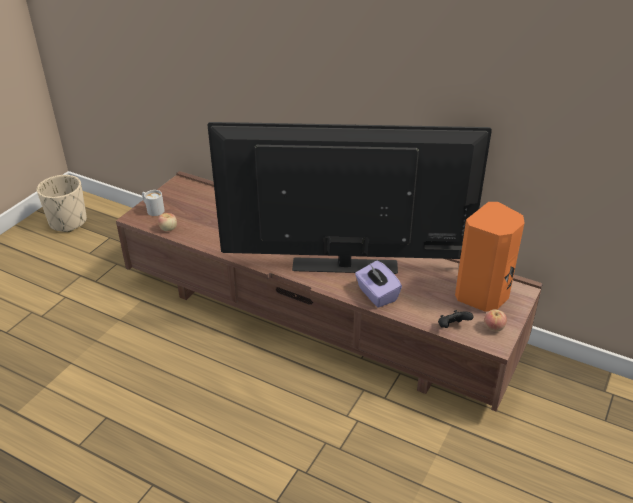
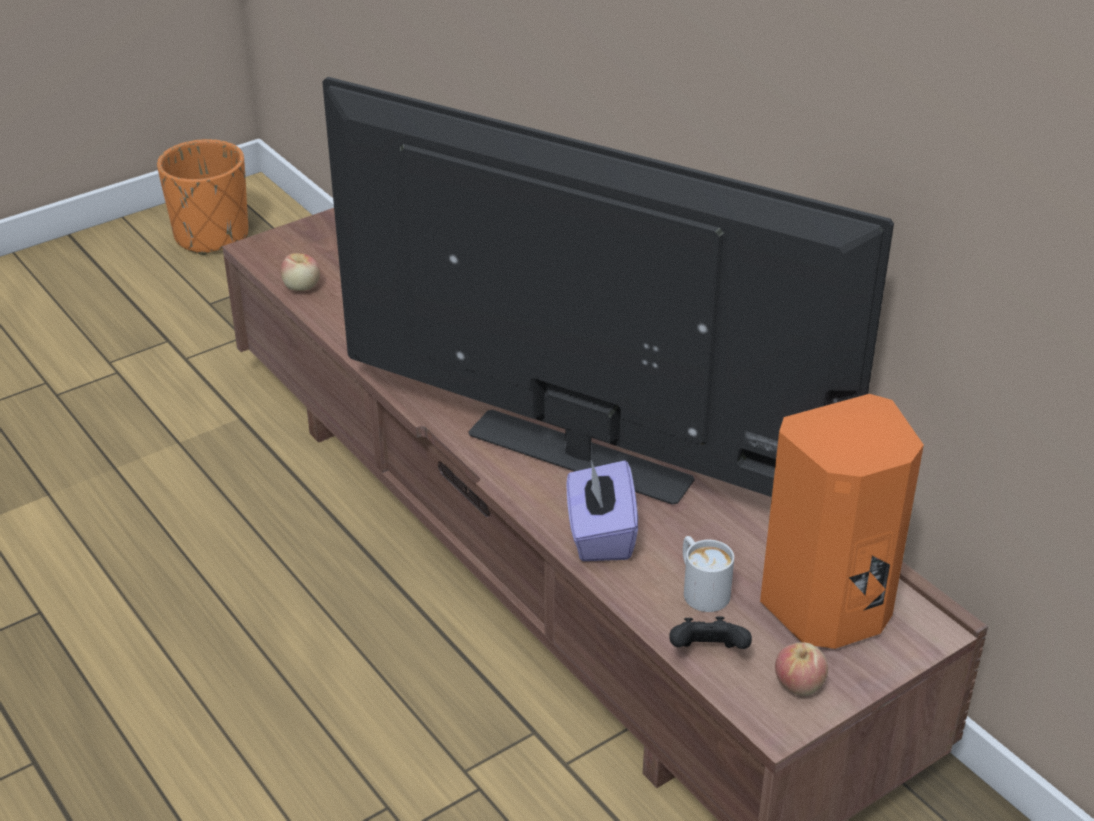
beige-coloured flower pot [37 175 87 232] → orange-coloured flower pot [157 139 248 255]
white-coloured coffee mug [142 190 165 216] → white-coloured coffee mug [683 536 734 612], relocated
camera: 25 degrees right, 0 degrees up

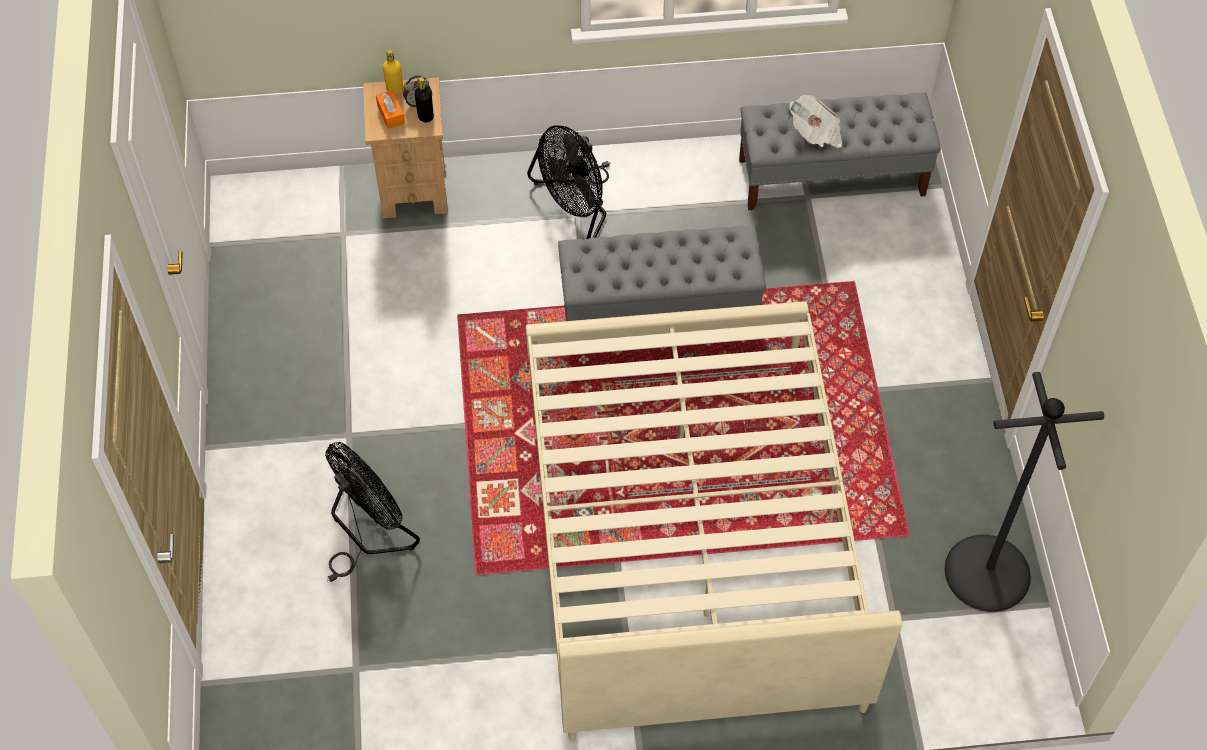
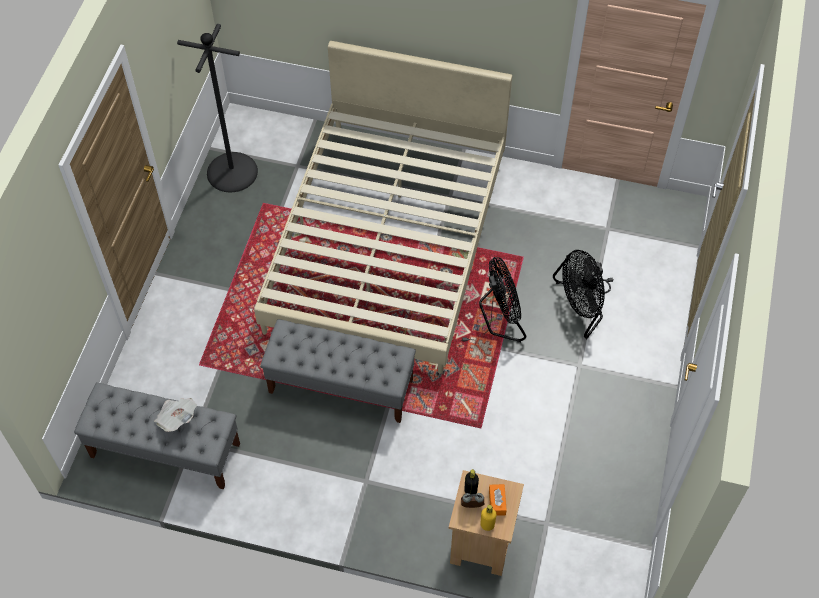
black electric fan [527 125 610 239] → black electric fan [462 257 526 343], relocated
camera: 160 degrees left, 0 degrees up

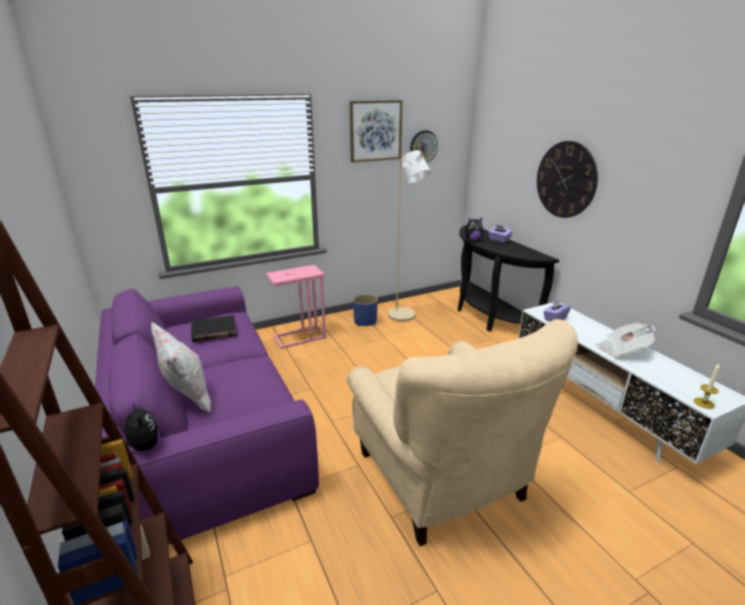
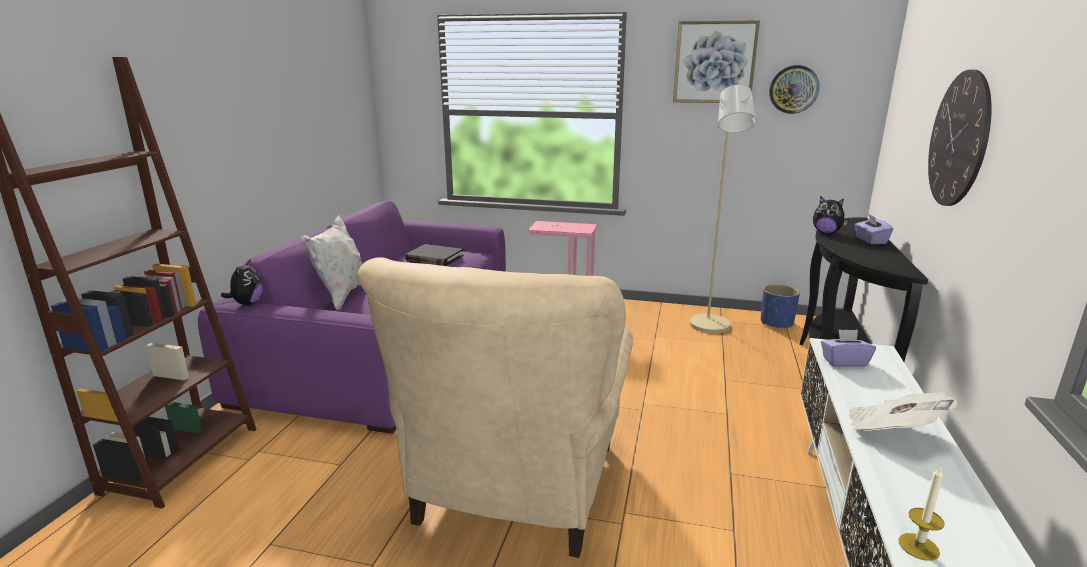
blue-coloured flower pot [353 294 378 326] → blue-coloured flower pot [761 284 800 329], relocated
camera: 40 degrees right, 5 degrees down

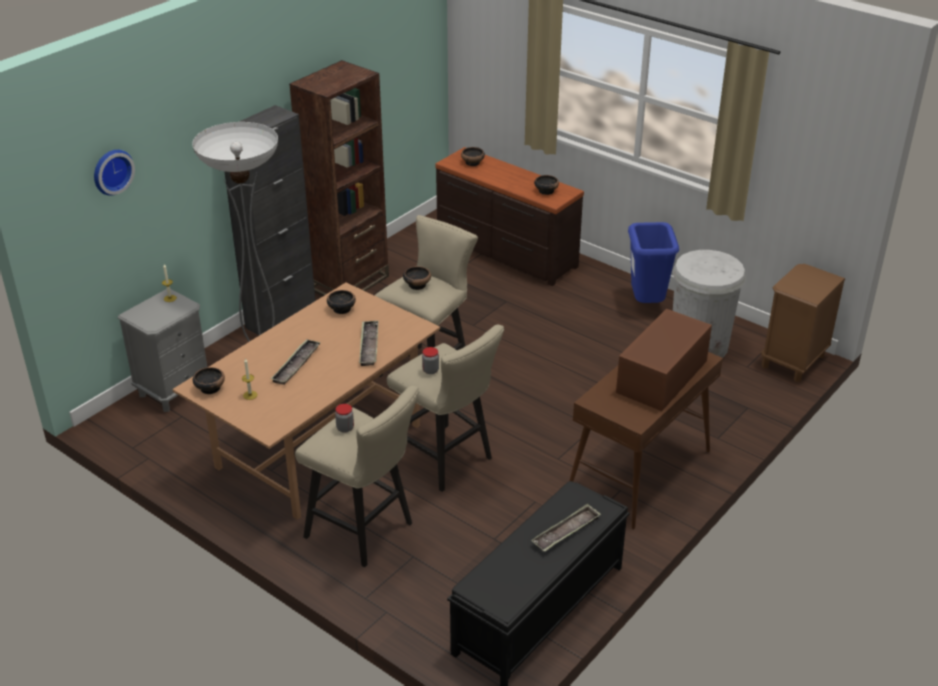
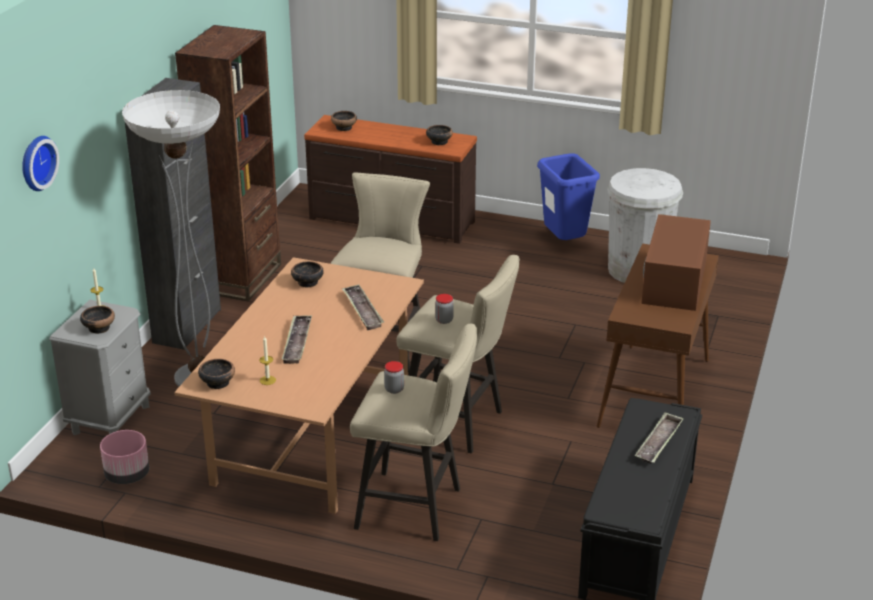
brown-coloured night table [761 264 845 382] → -
deep dish [403 266 431 290] → deep dish [80 306 115 334], relocated
- → pinkish flower pot [100 430 149 484]
camera: 20 degrees left, 5 degrees down

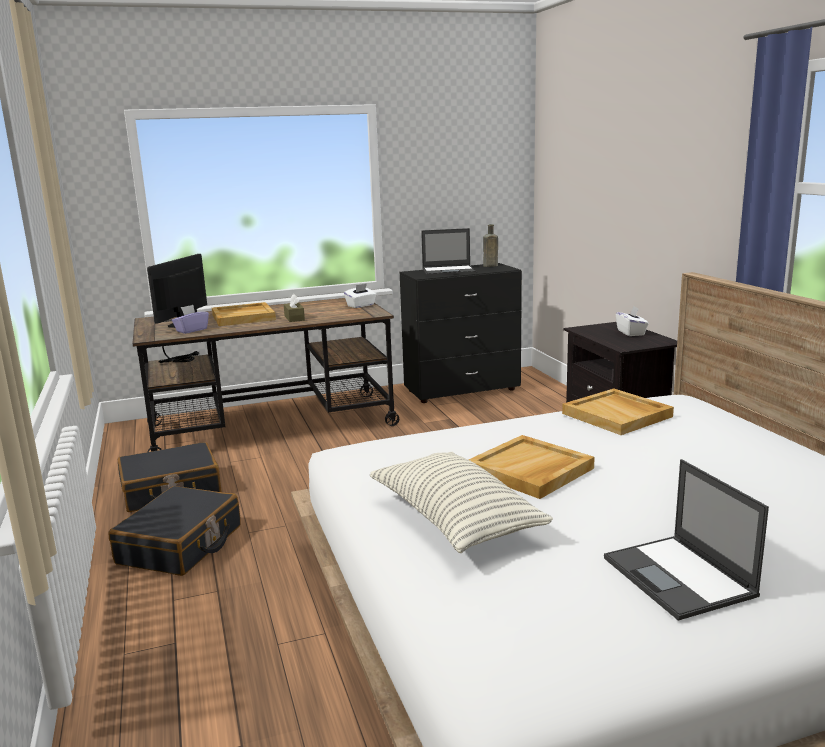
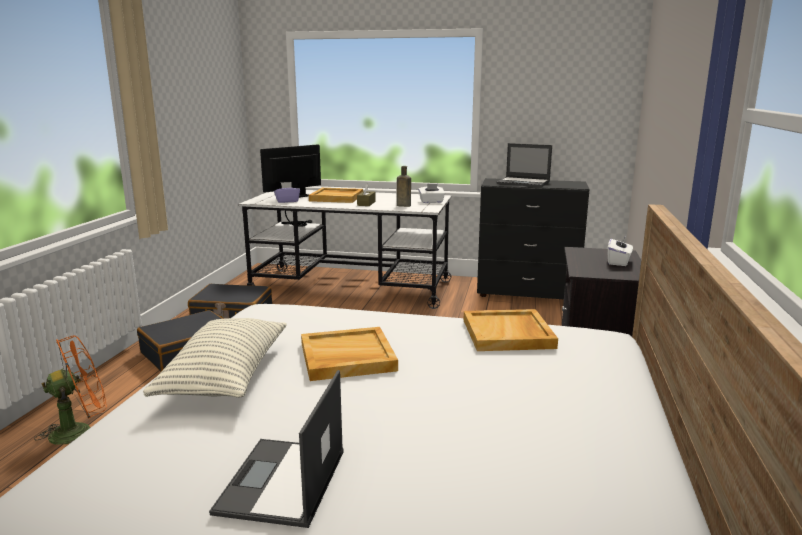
brown-coloured beverage bottle [483 224 498 267] → brown-coloured beverage bottle [397 166 411 207], relocated
brown-coloured desk table [132 298 399 452] → white-coloured desk table [238 190 452 309]
- → orange-coloured electric fan [34 336 107 445]
camera: 30 degrees right, 0 degrees up

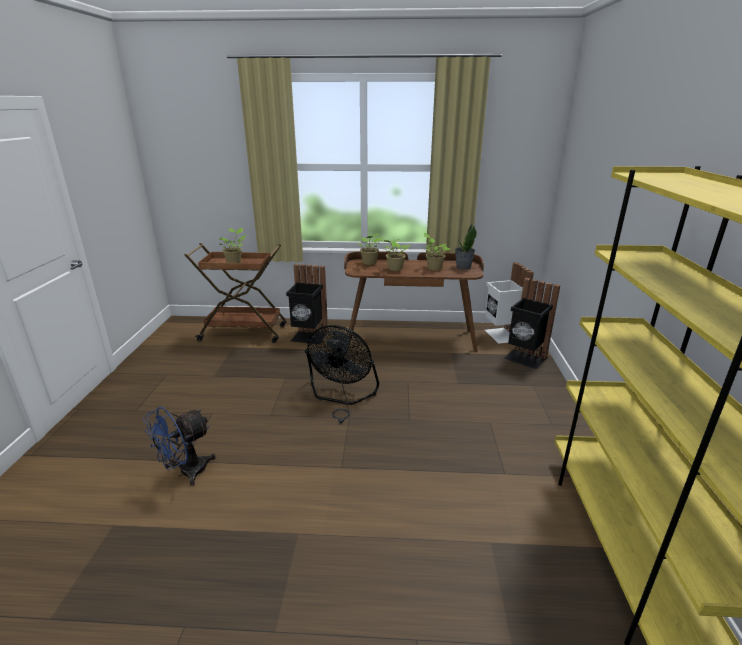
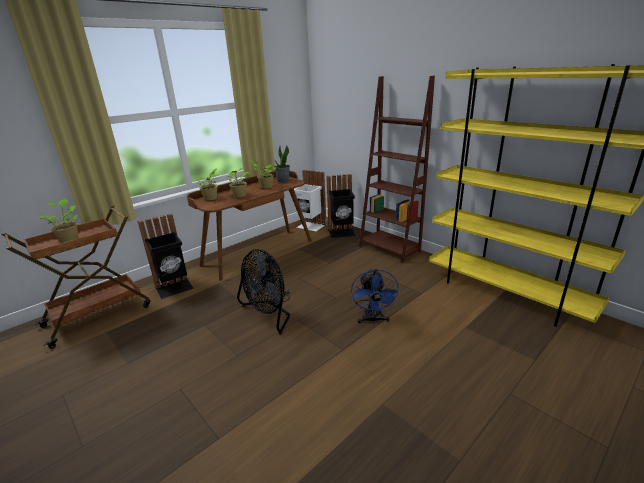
black electric fan [304 325 379 423] → black electric fan [237 249 291 334], 105 degrees counterclockwise
blue-coloured electric fan [143 407 216 486] → blue-coloured electric fan [351 269 401 324], relocated
- → brown-coloured bookshelf [359 76 435 263]
camera: 45 degrees left, 0 degrees up

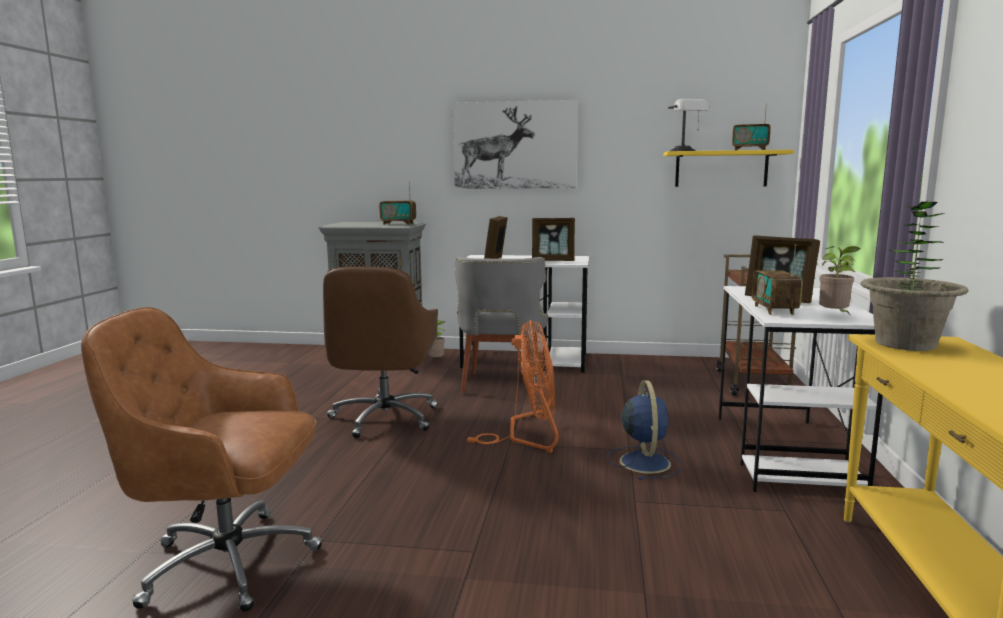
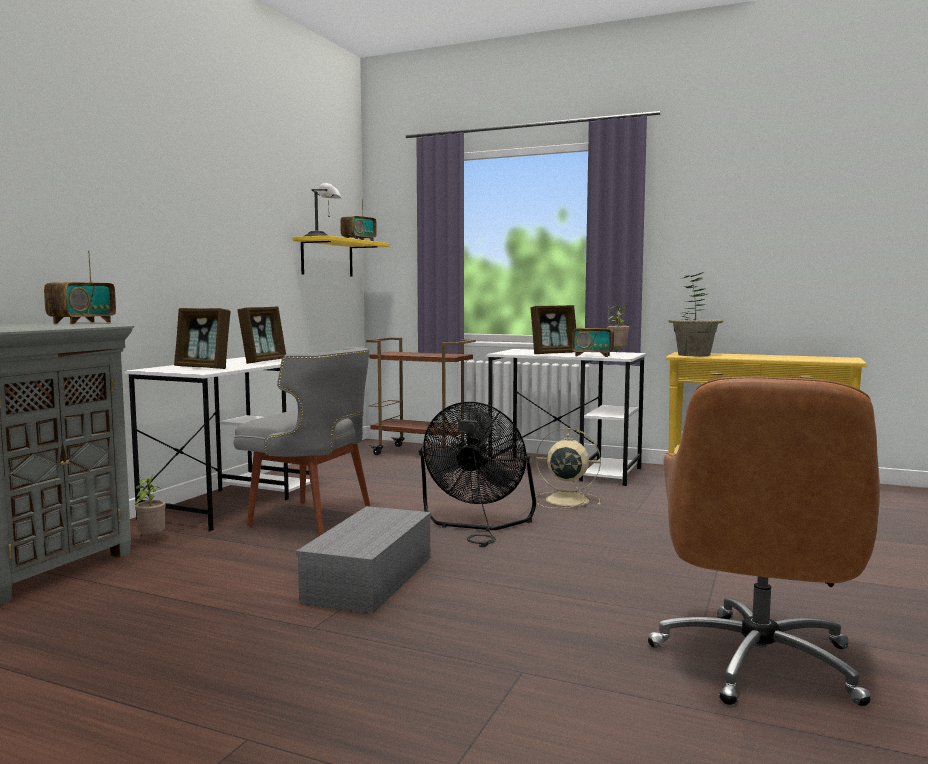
wall picture [453 100 578 189] → -
brown-coloured desk chair [323 266 438 438] → greyish storage container [296 506 431 614]
orange-coloured electric fan [465 320 558 453] → black electric fan [419 402 536 547]
blue-coloured electric fan [607 381 682 480] → beige-coloured electric fan [536 428 601 509]
camera: 75 degrees left, 5 degrees down

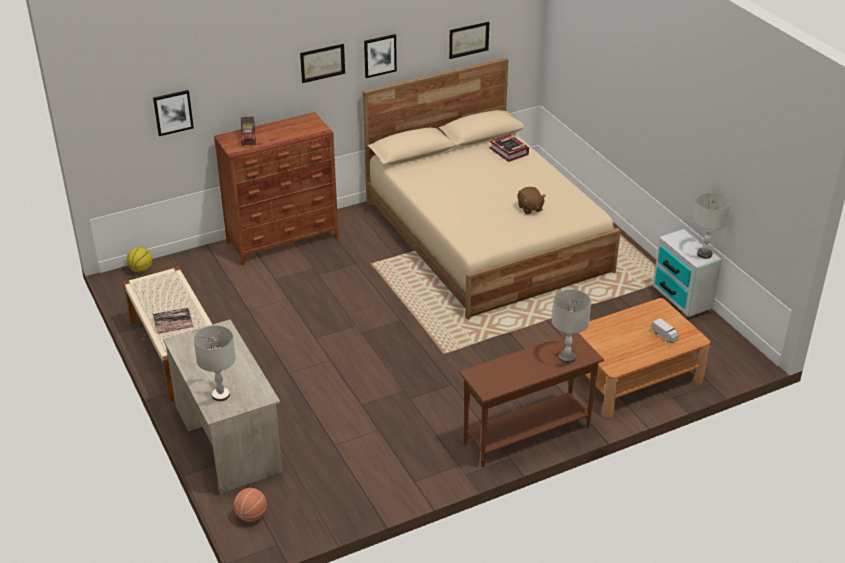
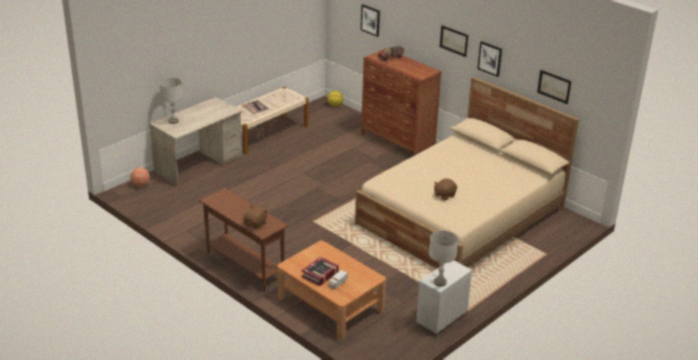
volume [490 134 529 162] → volume [302 257 339 286], relocated
greyish tabletop lamp [552 289 591 363] → brown-coloured cuddly toy [243 206 268 229]
camera: 70 degrees right, 5 degrees down

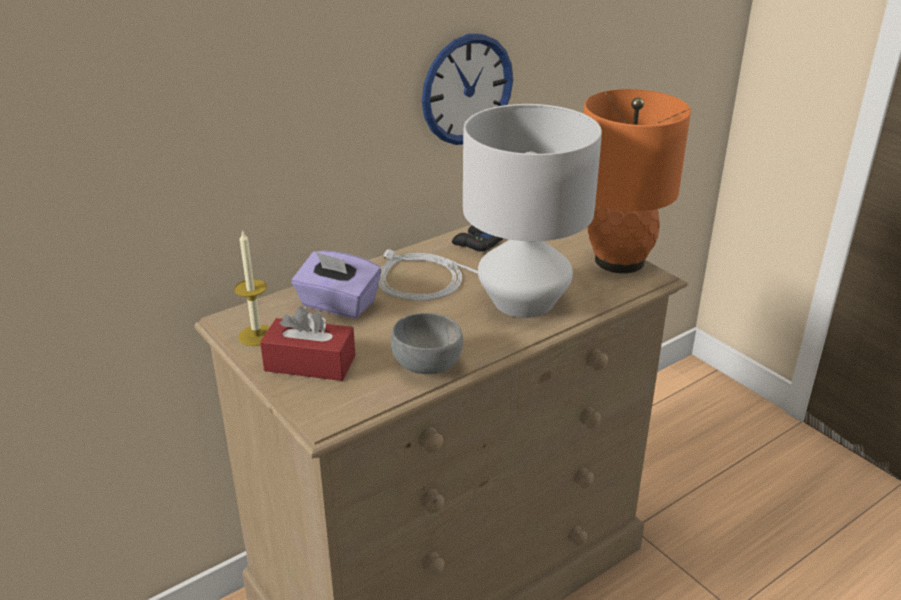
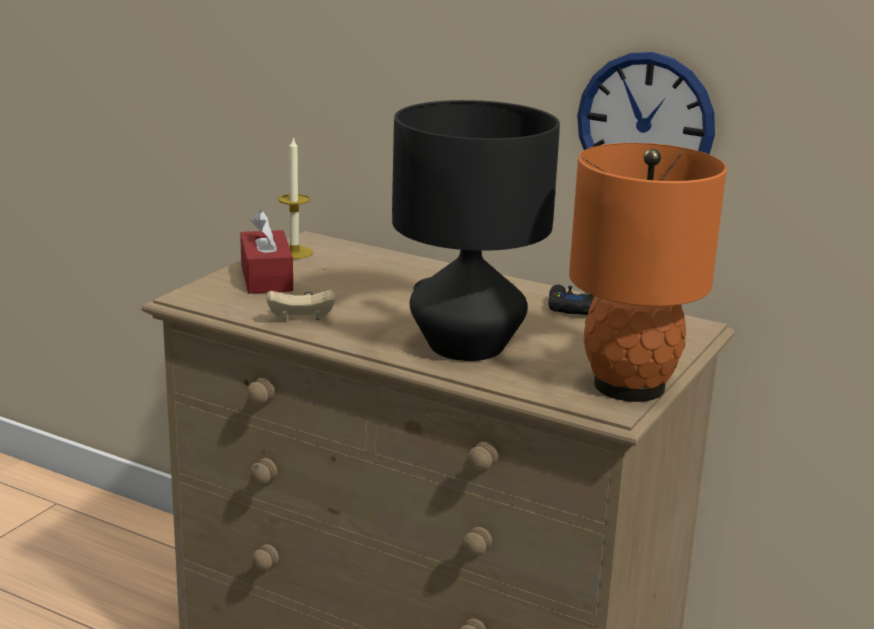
white-coloured tabletop lamp [379 104 602 318] → black tabletop lamp [392 100 560 361]
purple tissue holder [292 250 381 319] → -
greyish deep dish [391 313 463 374] → beige-coloured gamepad [266 290 336 320]
camera: 65 degrees right, 10 degrees down

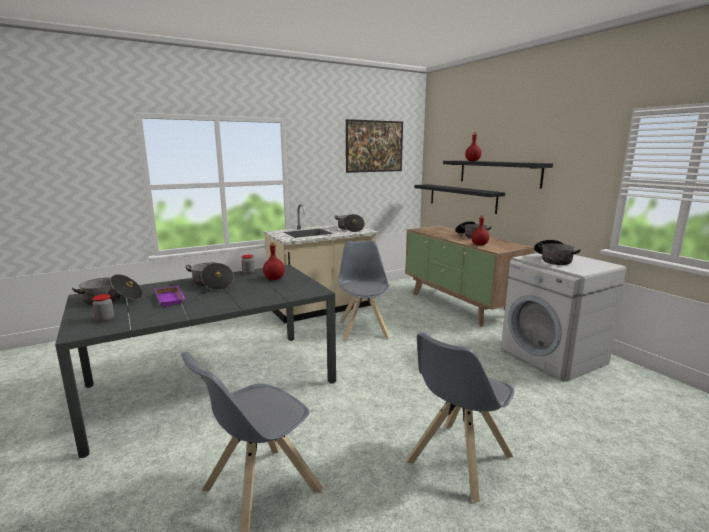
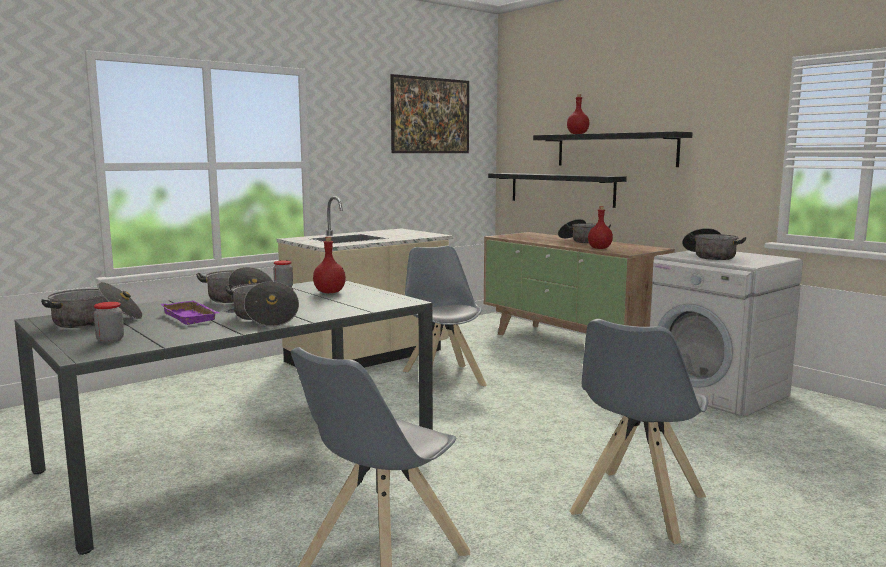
saucepot [334 214 365 232] → saucepot [225 281 299 327], relocated
camera: 10 degrees left, 5 degrees down

